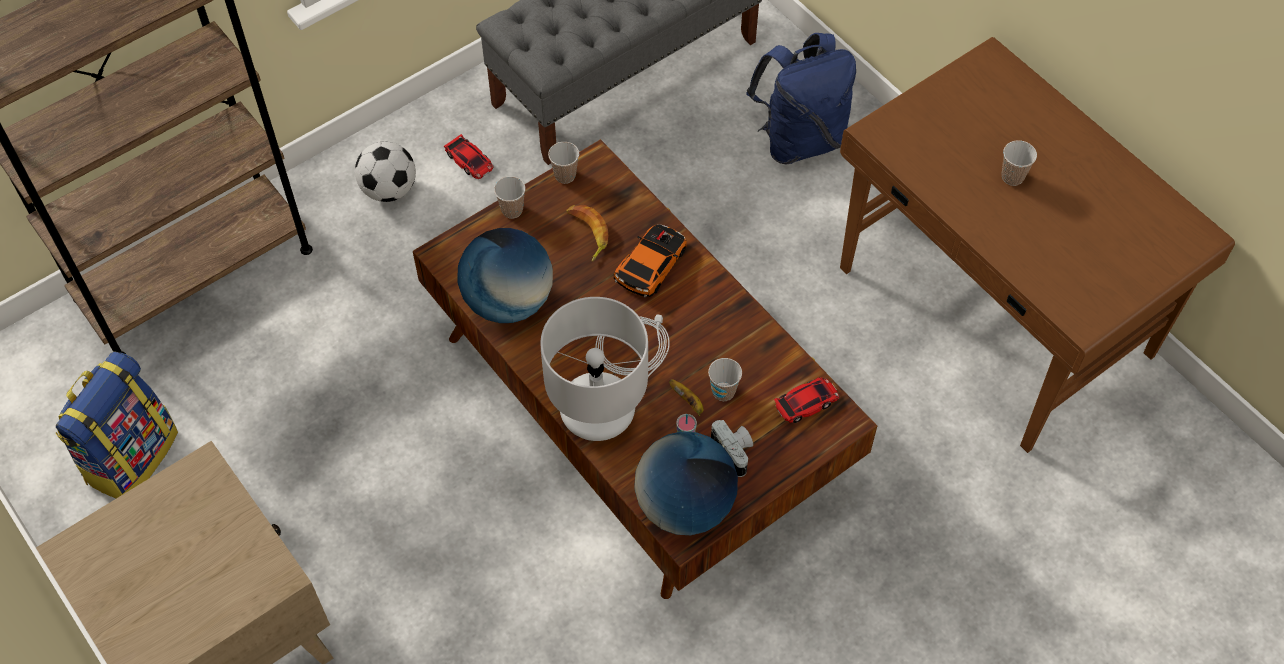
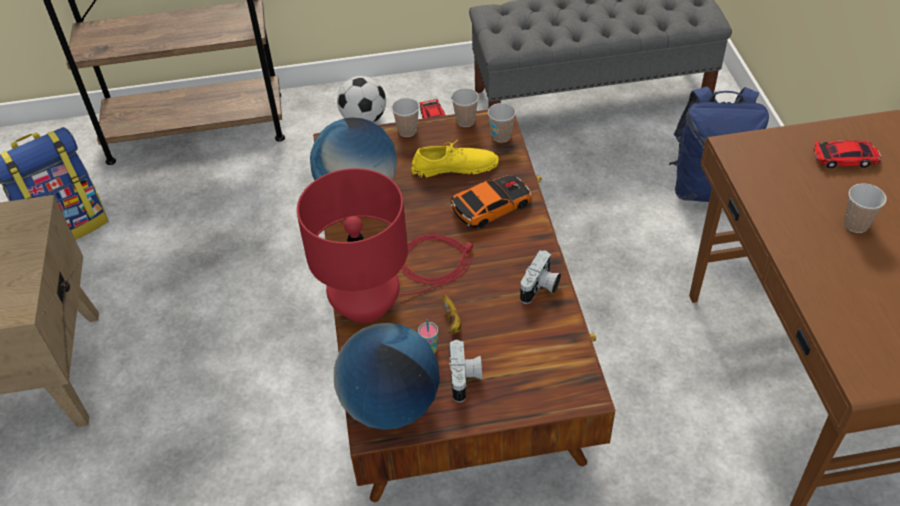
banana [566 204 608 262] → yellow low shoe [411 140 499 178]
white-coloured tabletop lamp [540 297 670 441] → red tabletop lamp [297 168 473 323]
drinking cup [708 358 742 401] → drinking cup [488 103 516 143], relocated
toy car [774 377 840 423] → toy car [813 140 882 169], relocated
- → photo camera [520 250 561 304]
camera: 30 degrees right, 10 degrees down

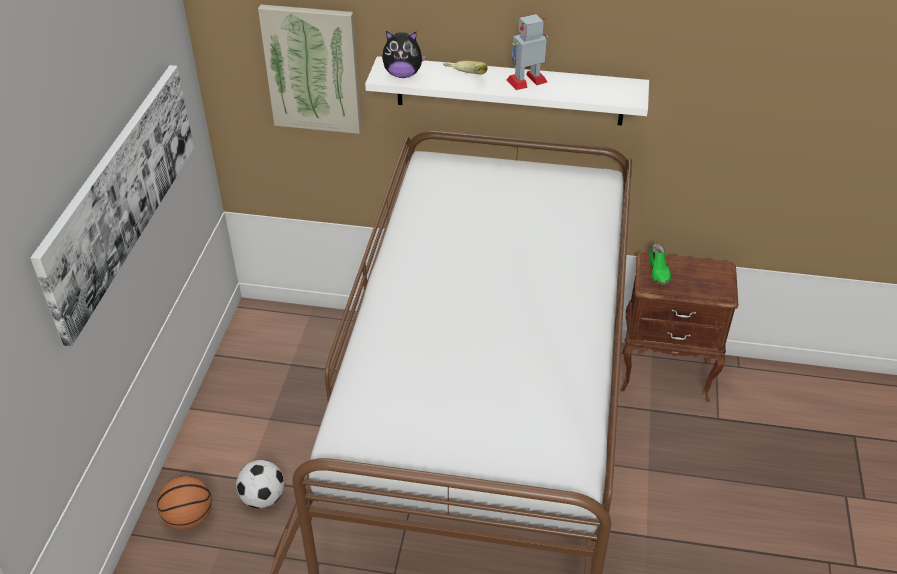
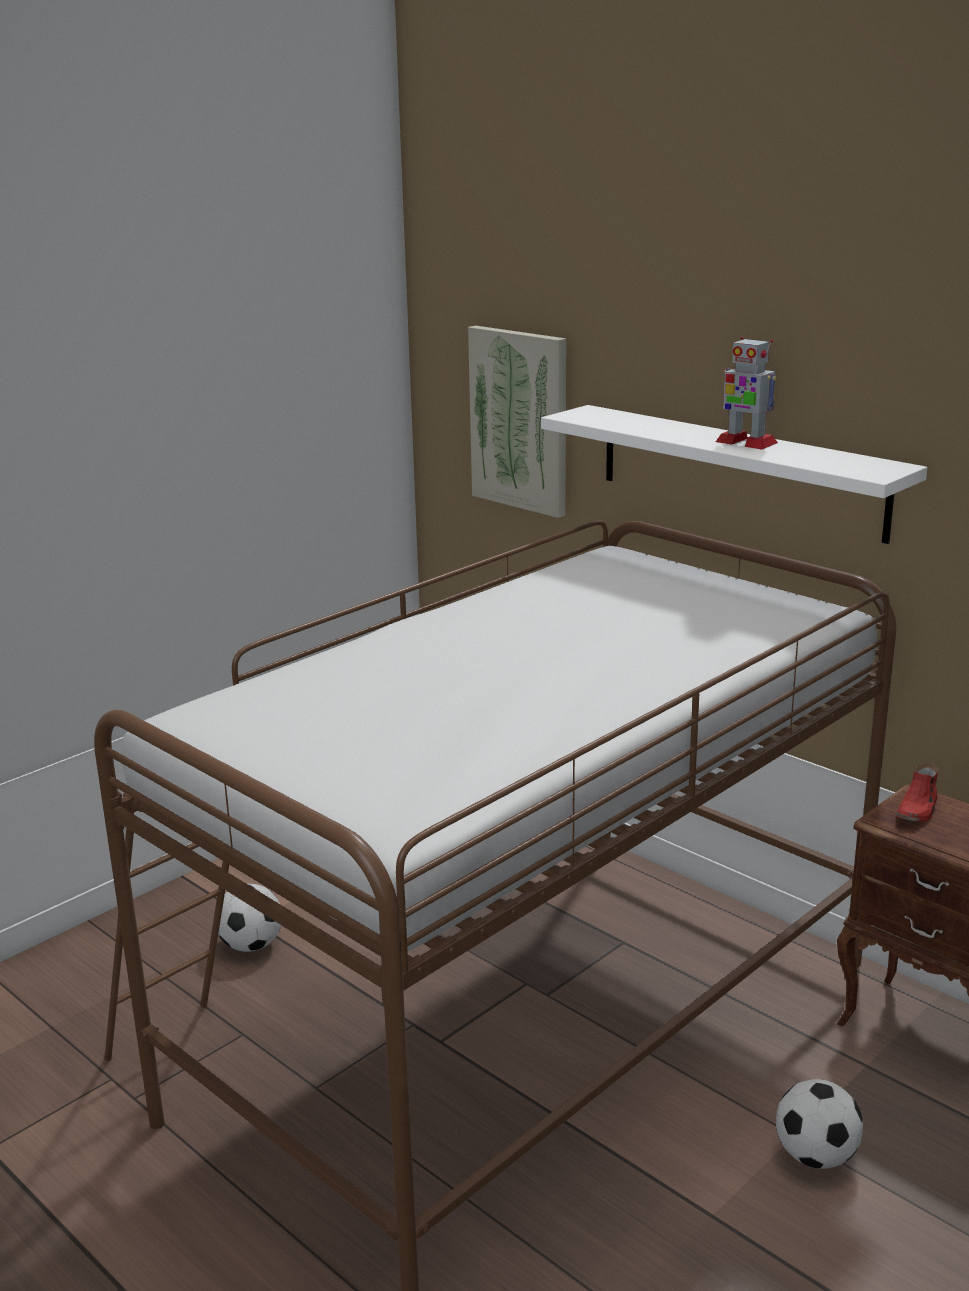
model robot [506 14 548 90] → model robot [716 336 778 450], 150 degrees counterclockwise
cuddly toy [382 31 426 78] → -
banana [443 61 487 74] → -
wall picture [31 65 194 347] → -
green-coloured low shoe [649 242 671 284] → red low shoe [896 764 938 822]
ball for basketball [157 476 212 530] → -
- → football ball [776 1079 863 1169]
camera: 35 degrees right, 20 degrees down

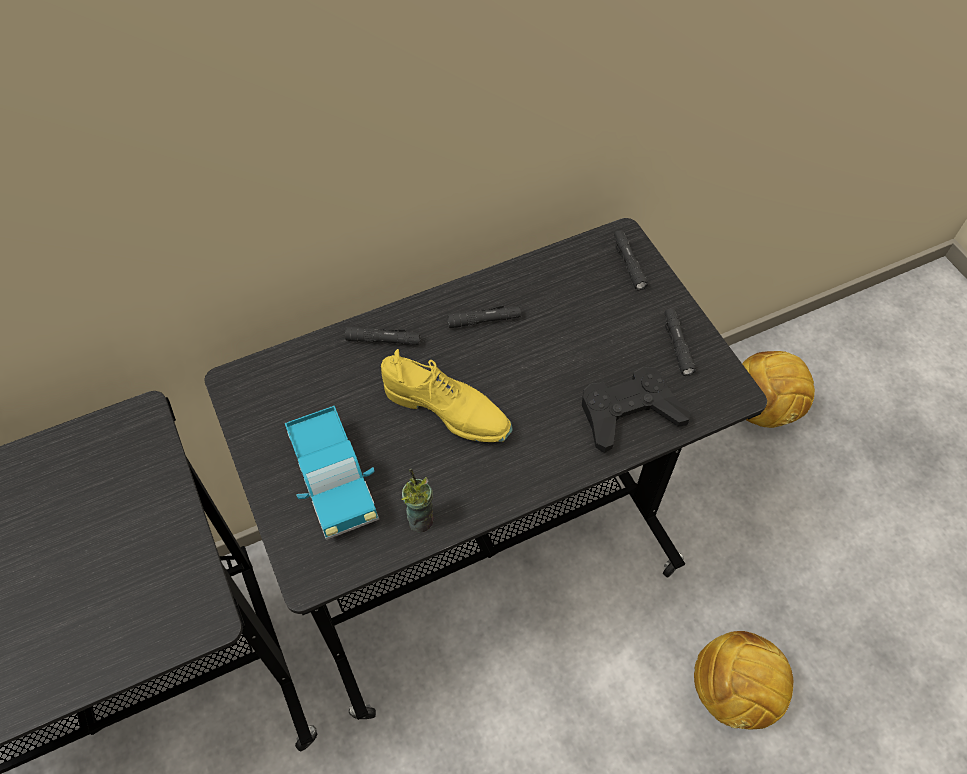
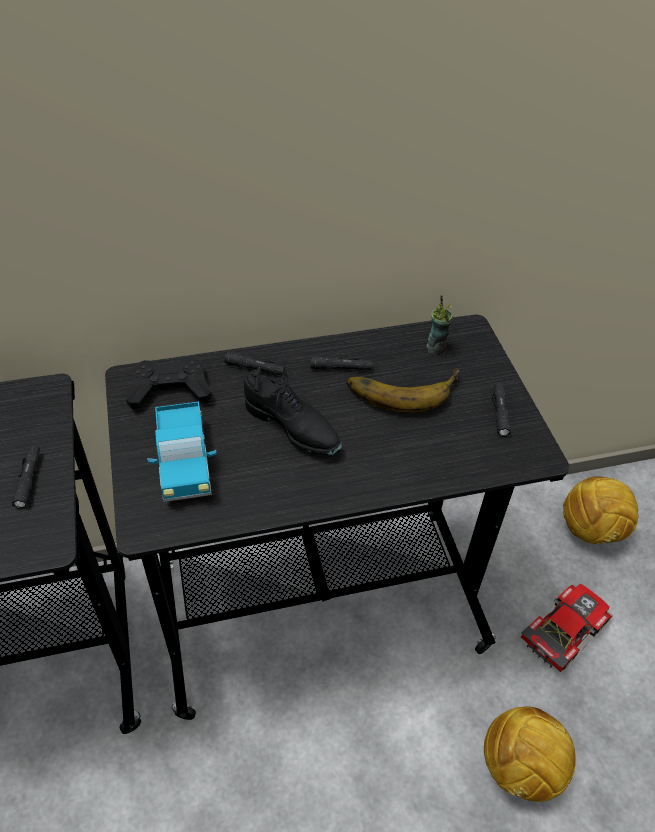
black flashlight [614 230 648 291] → black flashlight [12 446 40 509], relocated
yellow low shoe [381 349 512 442] → black low shoe [244 367 342 456]
black gamepad [582 367 690 453] → black gamepad [126 356 212 409], relocated
drinking cup [401 469 434 532] → drinking cup [426 295 453 355], relocated
- → banana [346 368 459 413]
- → toy car [521 584 613 672]
camera: 10 degrees right, 10 degrees down

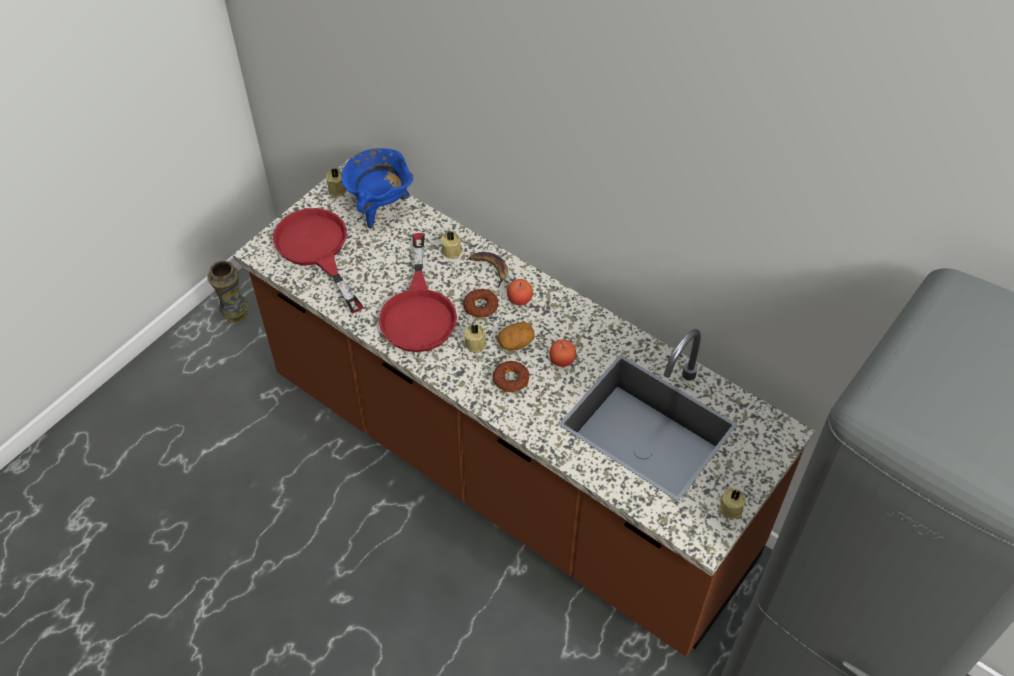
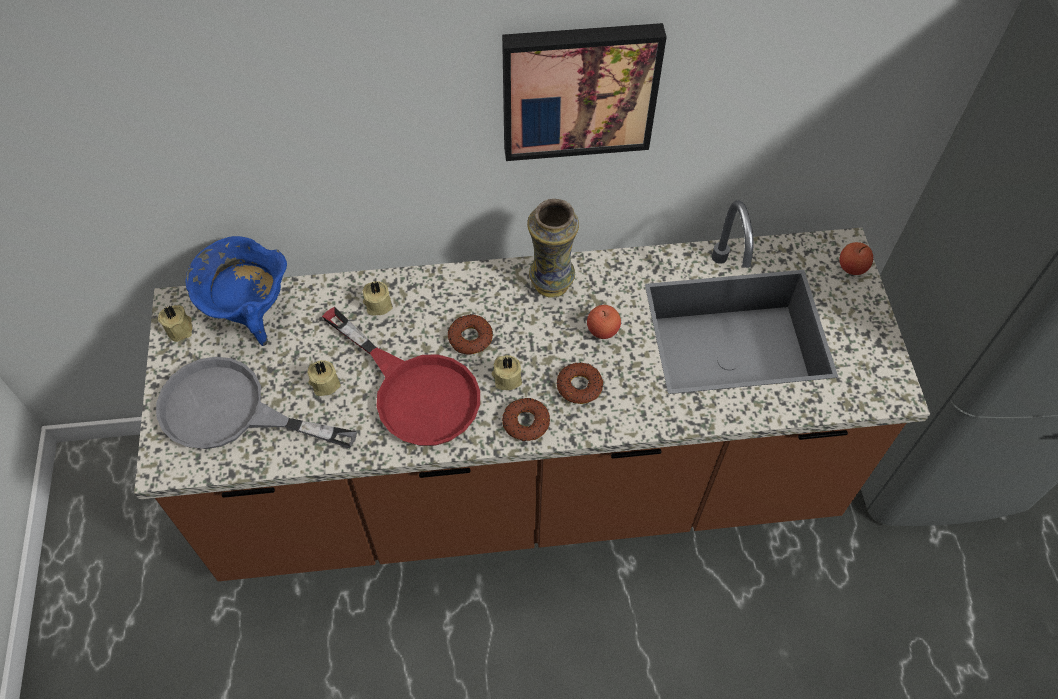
red frying pan [273 208 364 313] → greyish frying pan [156 357 357 449]
banana [469 252 508 288] → -
flower vase [207 261 248 322] → flower vase [527 199 579 298], relocated
whole apple [507 279 533 305] → whole apple [840 242 873 275], relocated
spud [498 322 535 350] → -
beige-coloured wax light [719 488 746 518] → beige-coloured wax light [307 360 341 396], relocated
- → wall picture [502 23 667 161]
- → ring doughnut [502 398 550 441]
camera: 45 degrees left, 5 degrees up

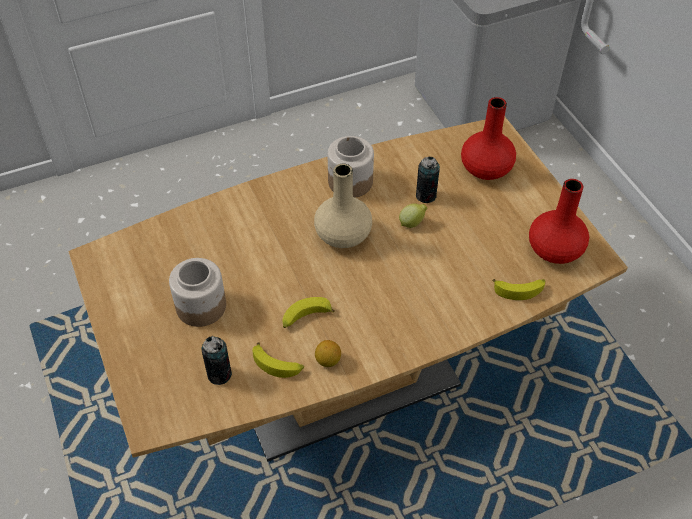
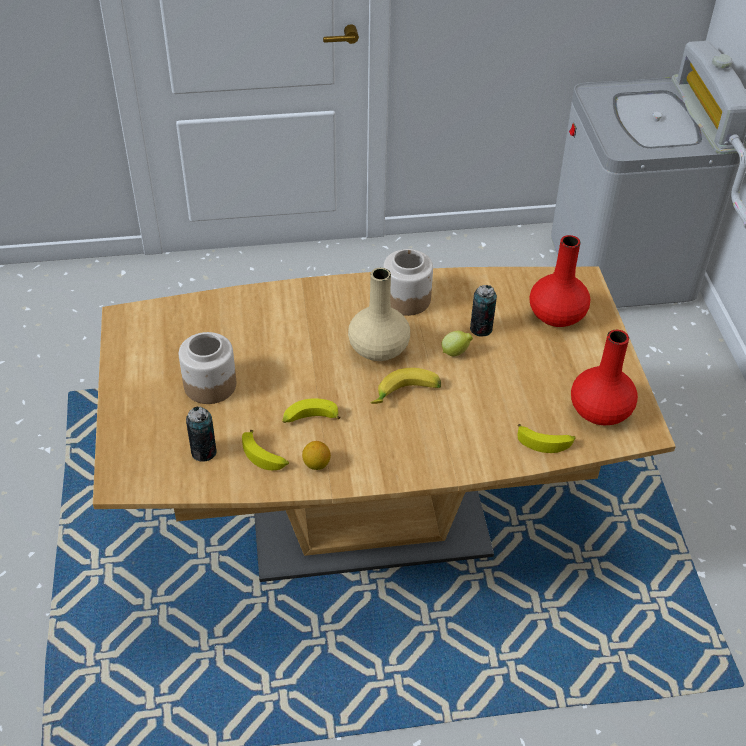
- → banana [371 368 441 404]
camera: 15 degrees right, 5 degrees down

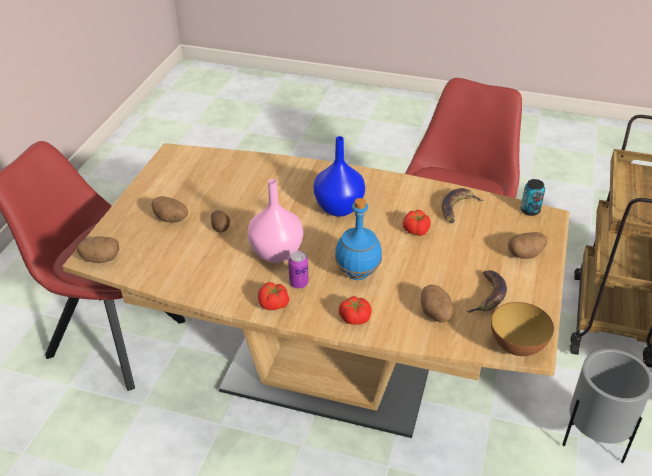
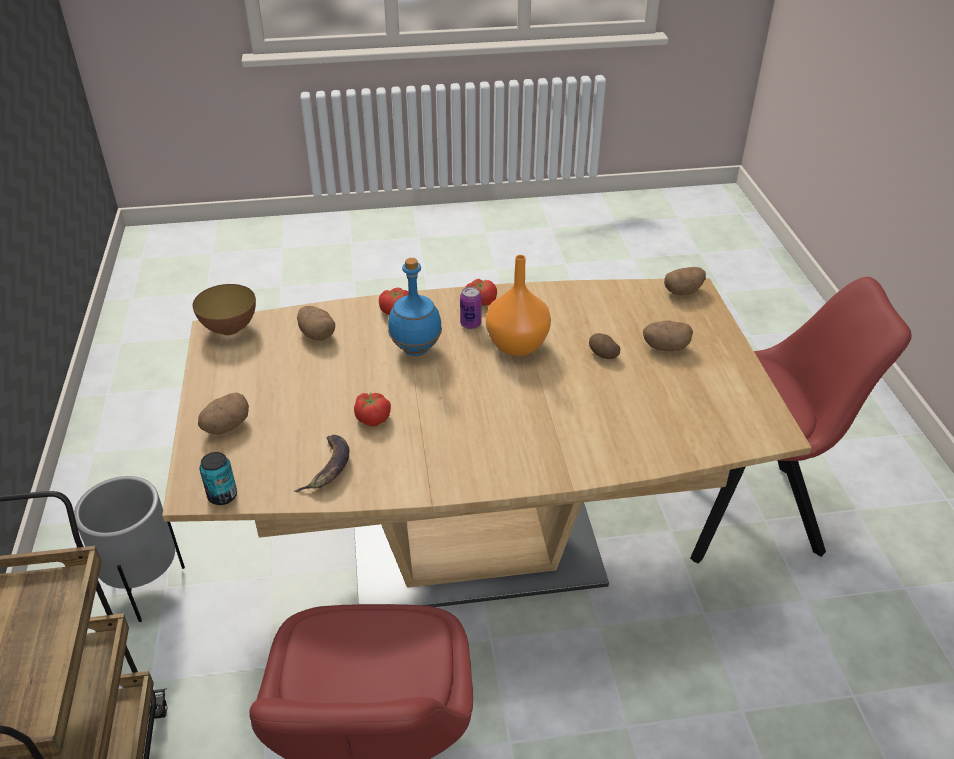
blue-coloured flower vase [314 136 365 217] → -
pinkish flower vase [248 179 303 263] → orange-coloured flower vase [486 255 551 356]
banana [467 270 507 313] → -
camera: 155 degrees right, 0 degrees up

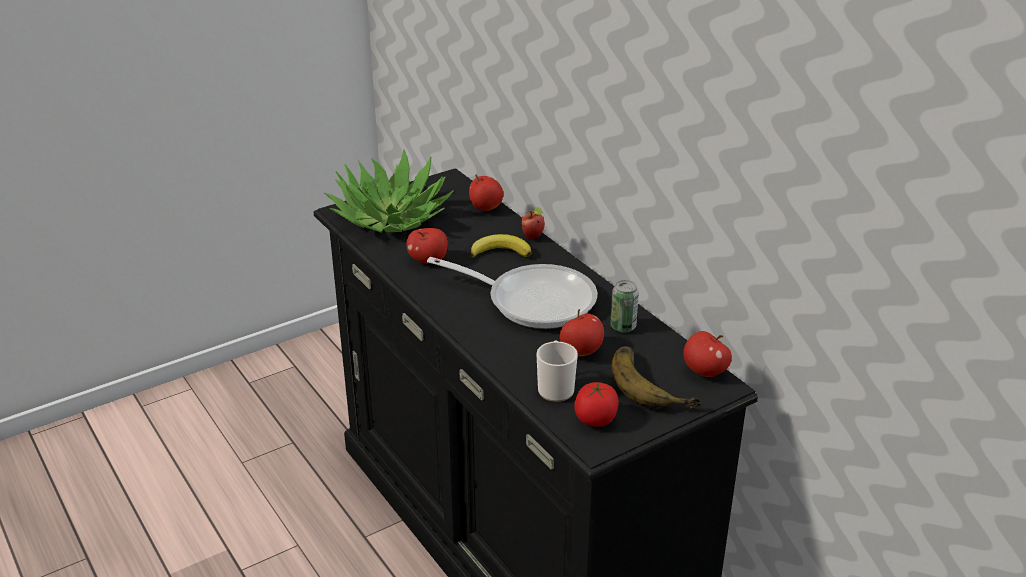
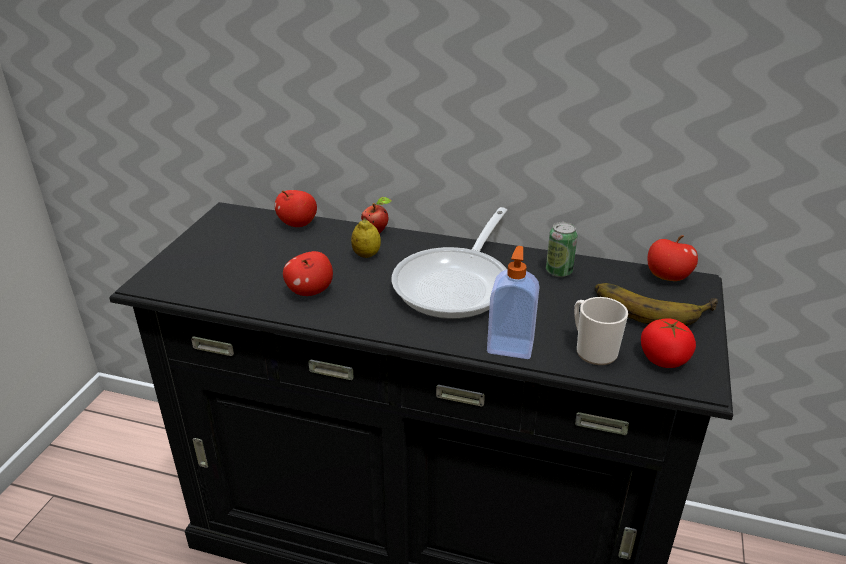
plant in a pot [324 149 454 232] → -
banana [471 234 531 258] → whole lemon [351 220 381 258]
frying pan [427 257 597 329] → frying pan [392 207 507 319], 135 degrees clockwise
whole apple [560 309 604 356] → -
- → liquid soap bottle [487 246 539 359]
camera: 40 degrees left, 0 degrees up

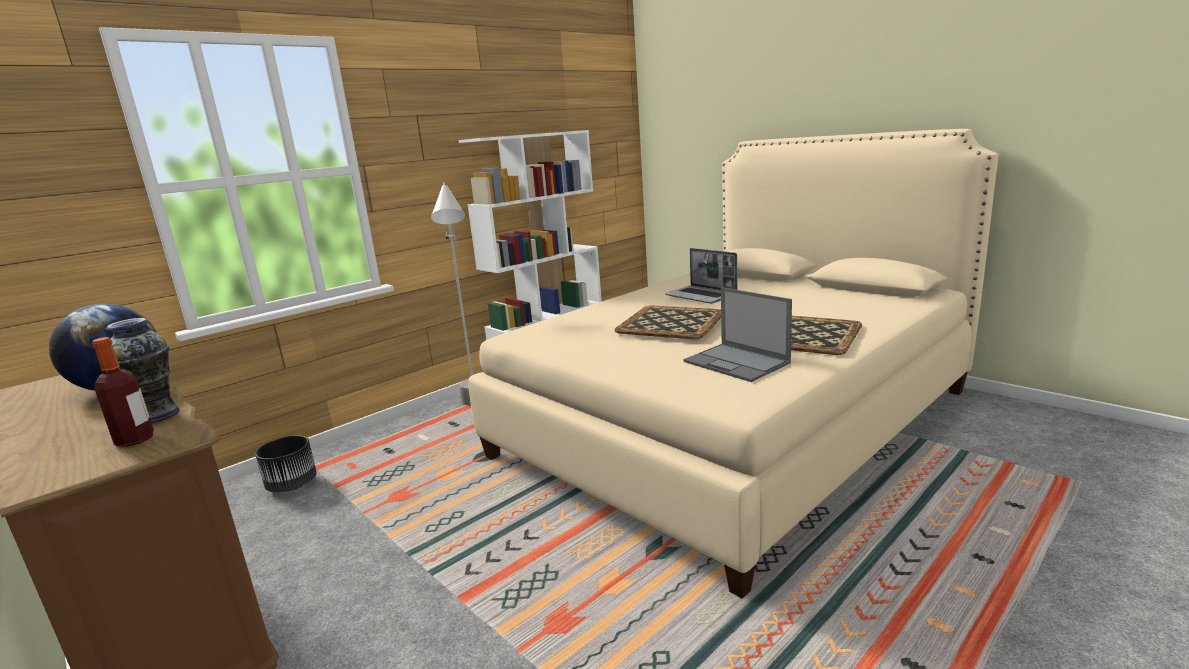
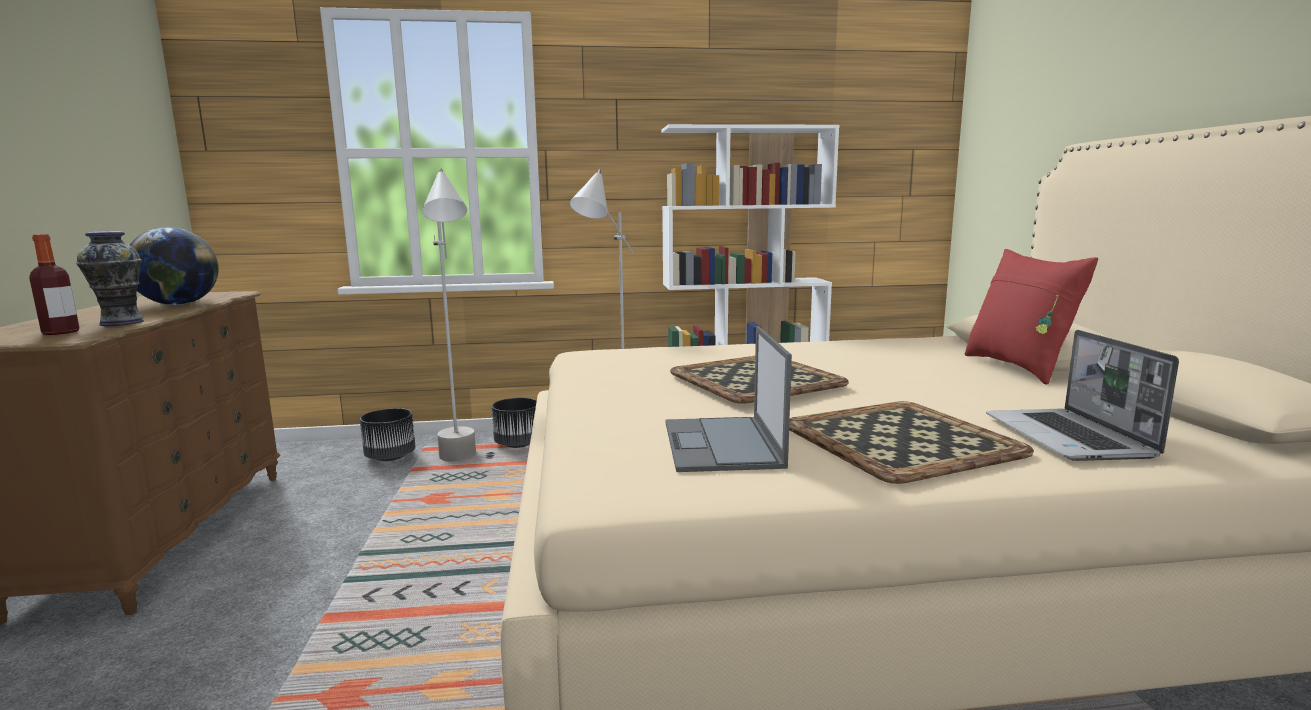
notebook computer [665 248 737 304] → notebook computer [986 330 1179 461], relocated
- → greyish standing lamp [422 168 476 462]
- → red cushion [965 249 1098 385]
- → black flower pot [492 398 537 448]
camera: 35 degrees right, 5 degrees down

